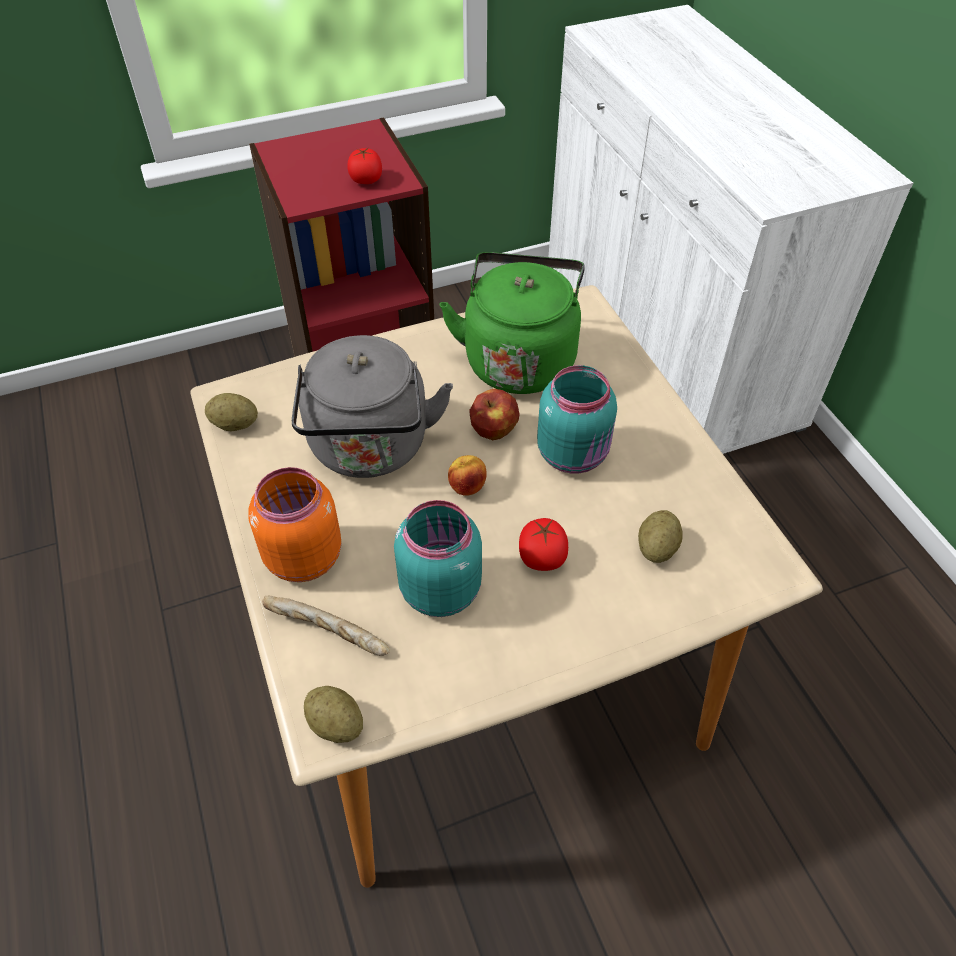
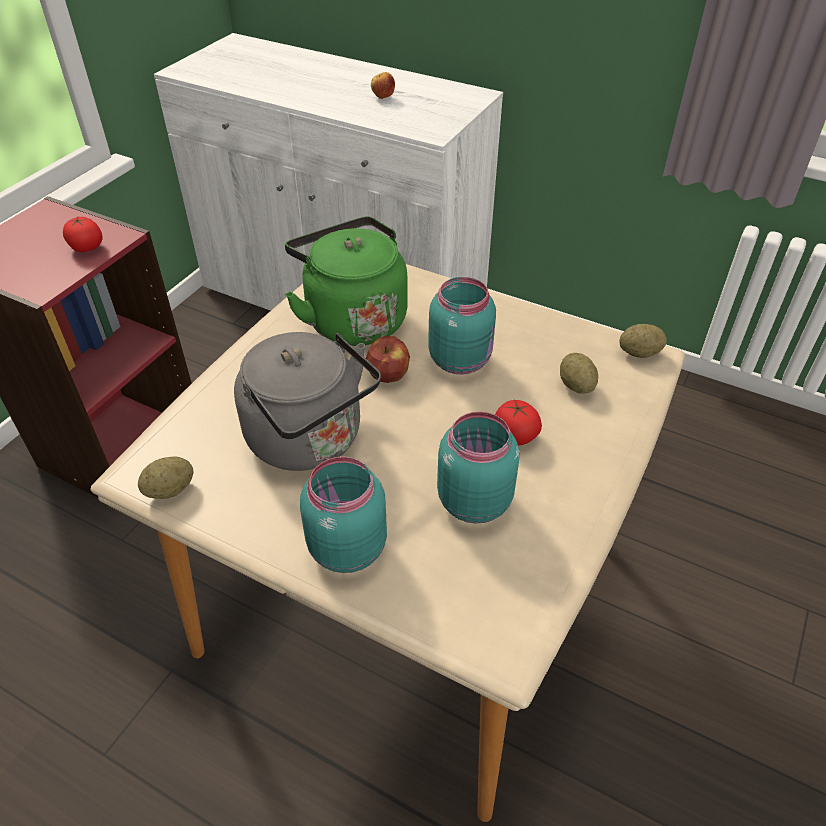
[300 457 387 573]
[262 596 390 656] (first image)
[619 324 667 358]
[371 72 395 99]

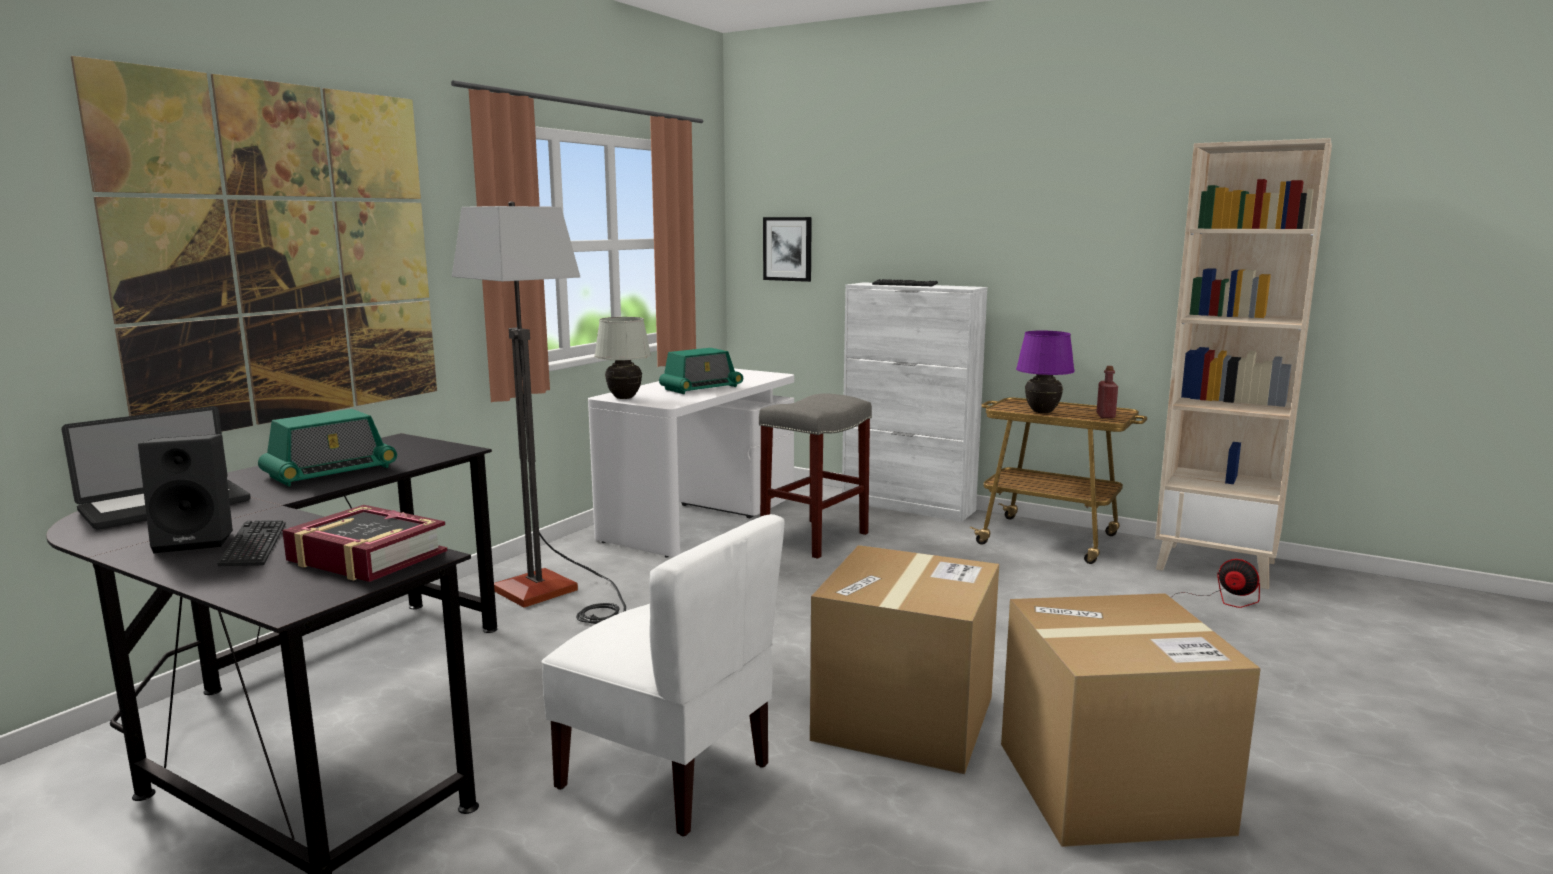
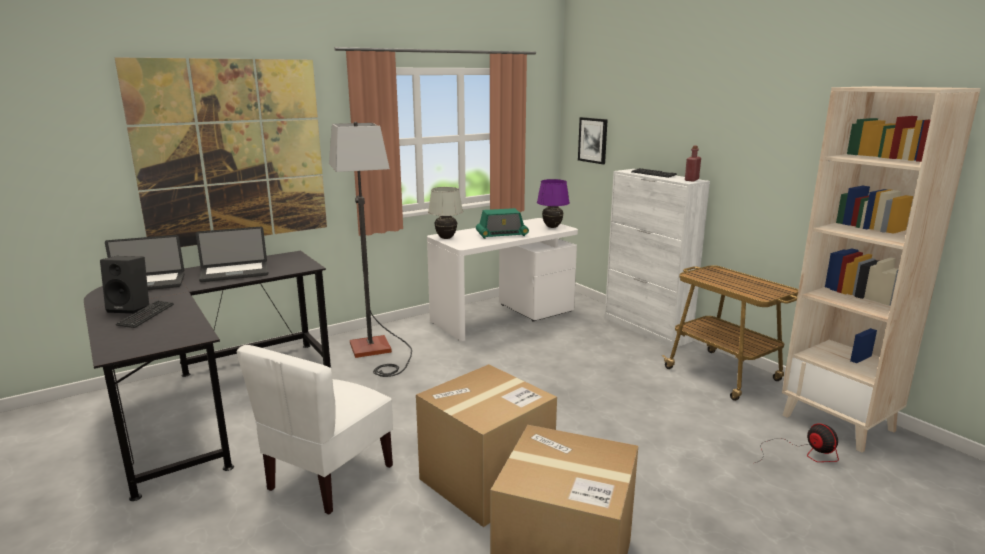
[196 227 269 282]
[282 505 448 582] (first image)
[237 345 393 514]
[759 393 872 559] (first image)
[537 179 570 228]
[685 146 701 182]

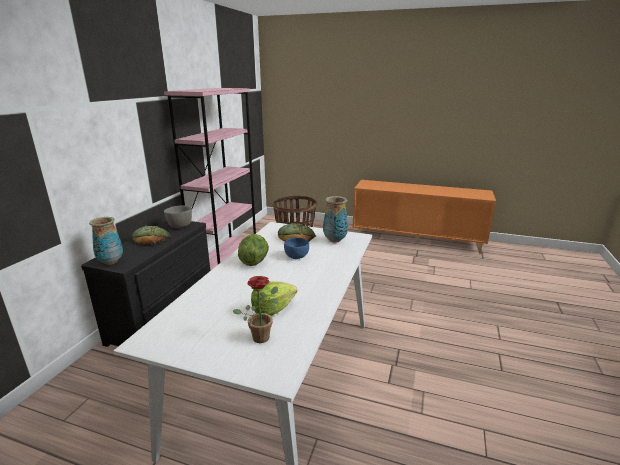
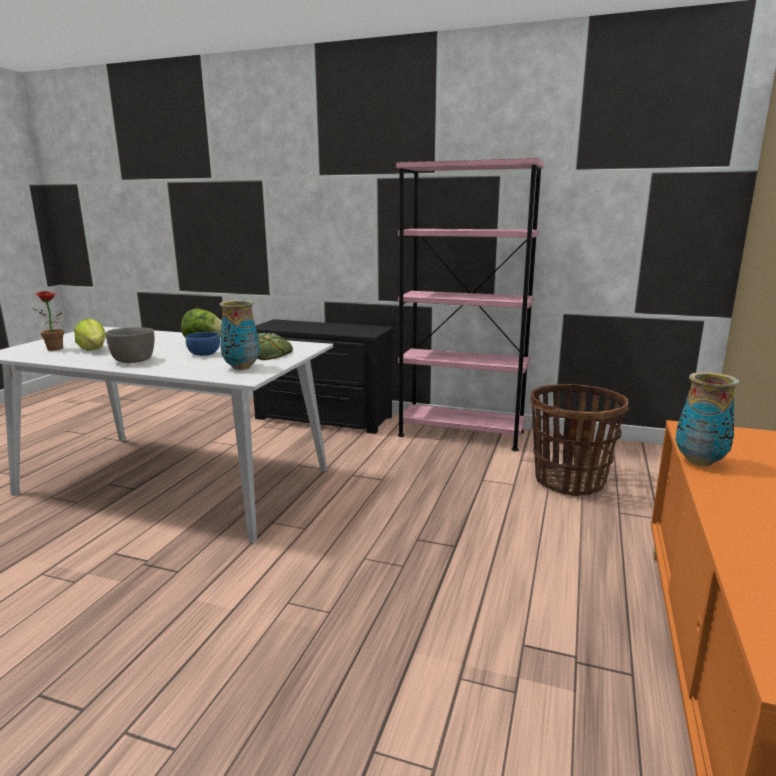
[675 372 739 466]
[132 226 170 245] (first image)
[106 327 154 363]

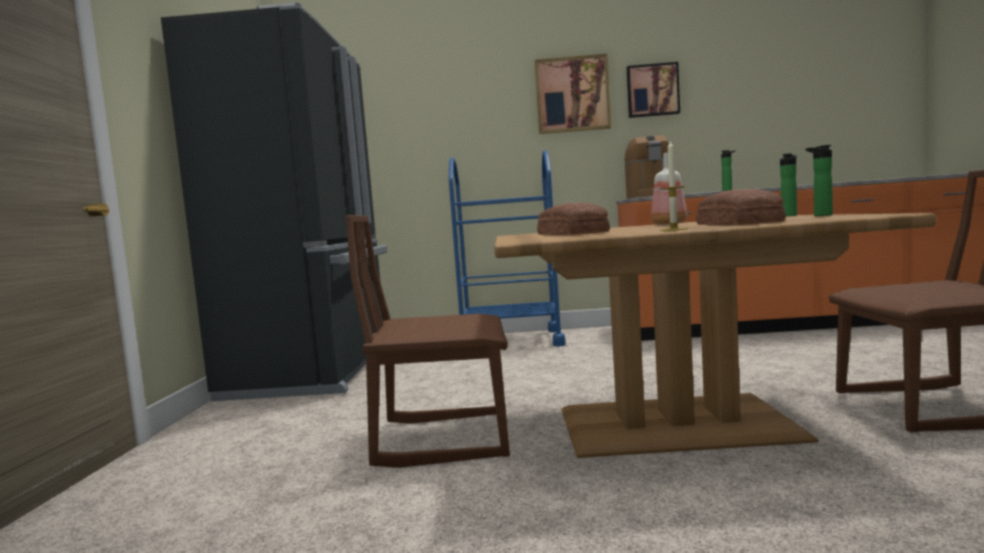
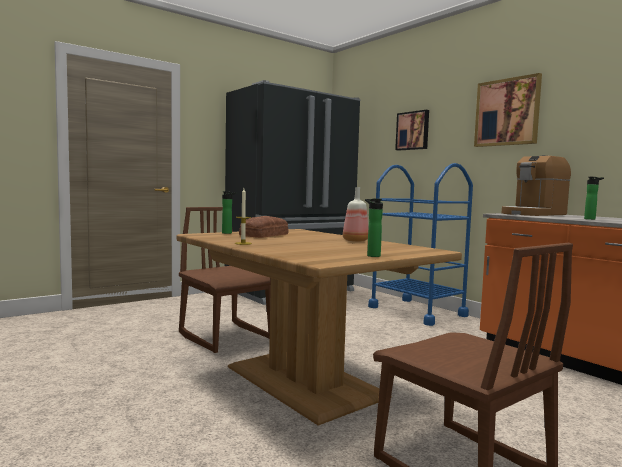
[395 110 429 151]
[696 189 786 225] (first image)
[222 191 236 234]

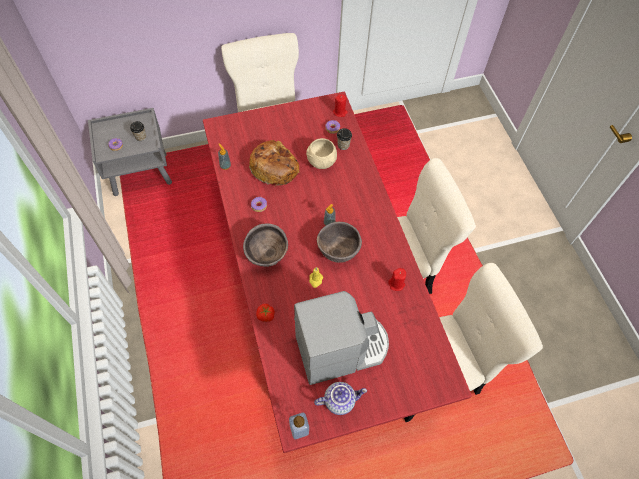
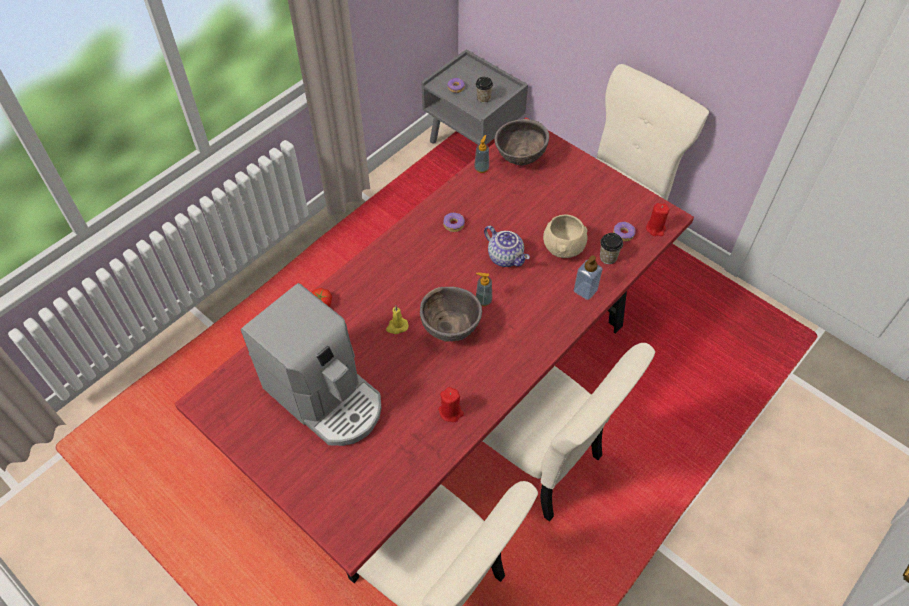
[495 119 549 166]
[249 140 299 186] (first image)
[574 256 603 300]
[484 226 530 267]

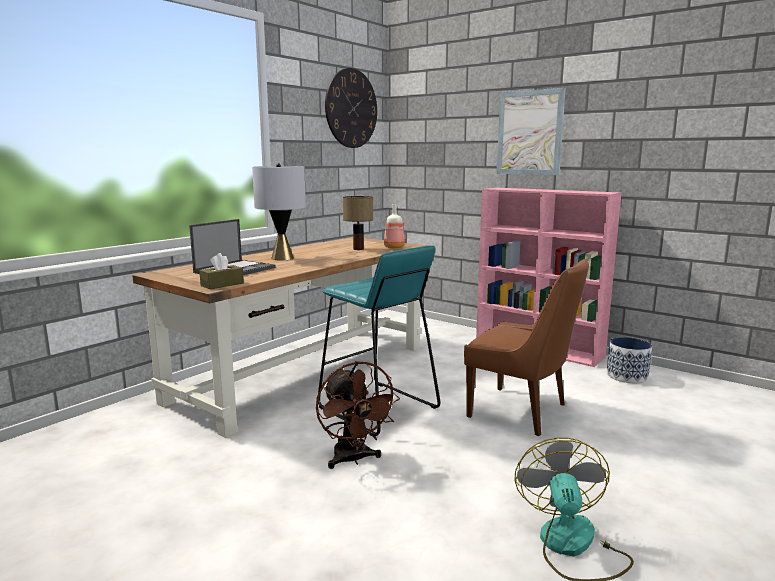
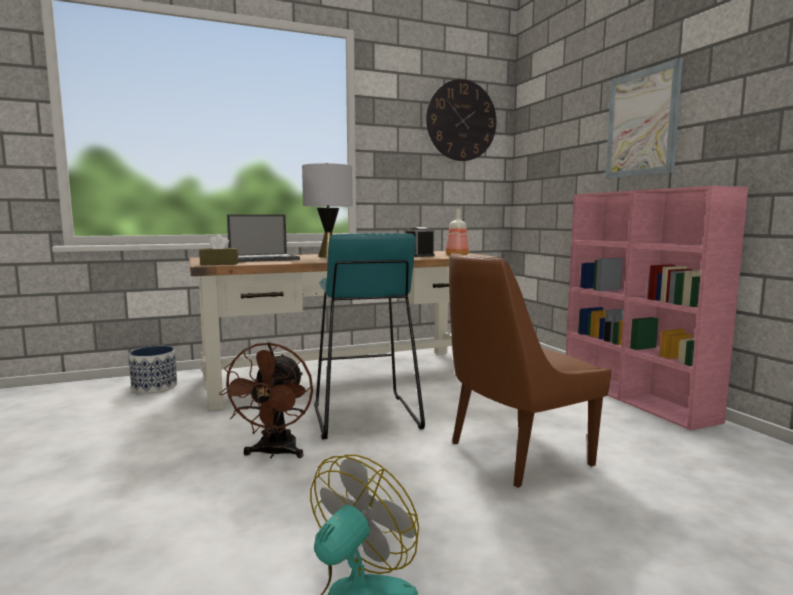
[404 227 435 257]
[449 253 611 488]
[129 346 177 394]

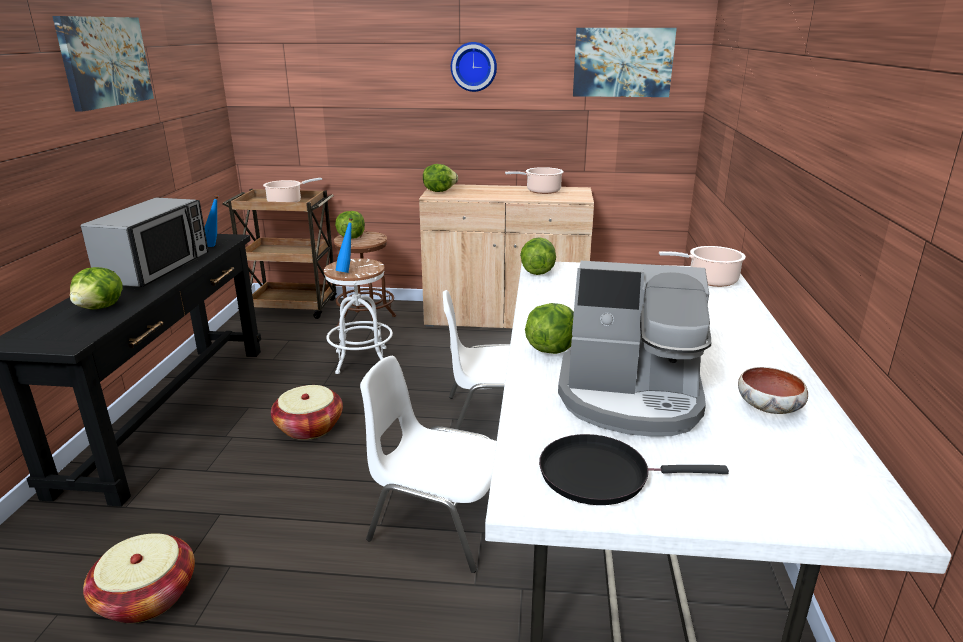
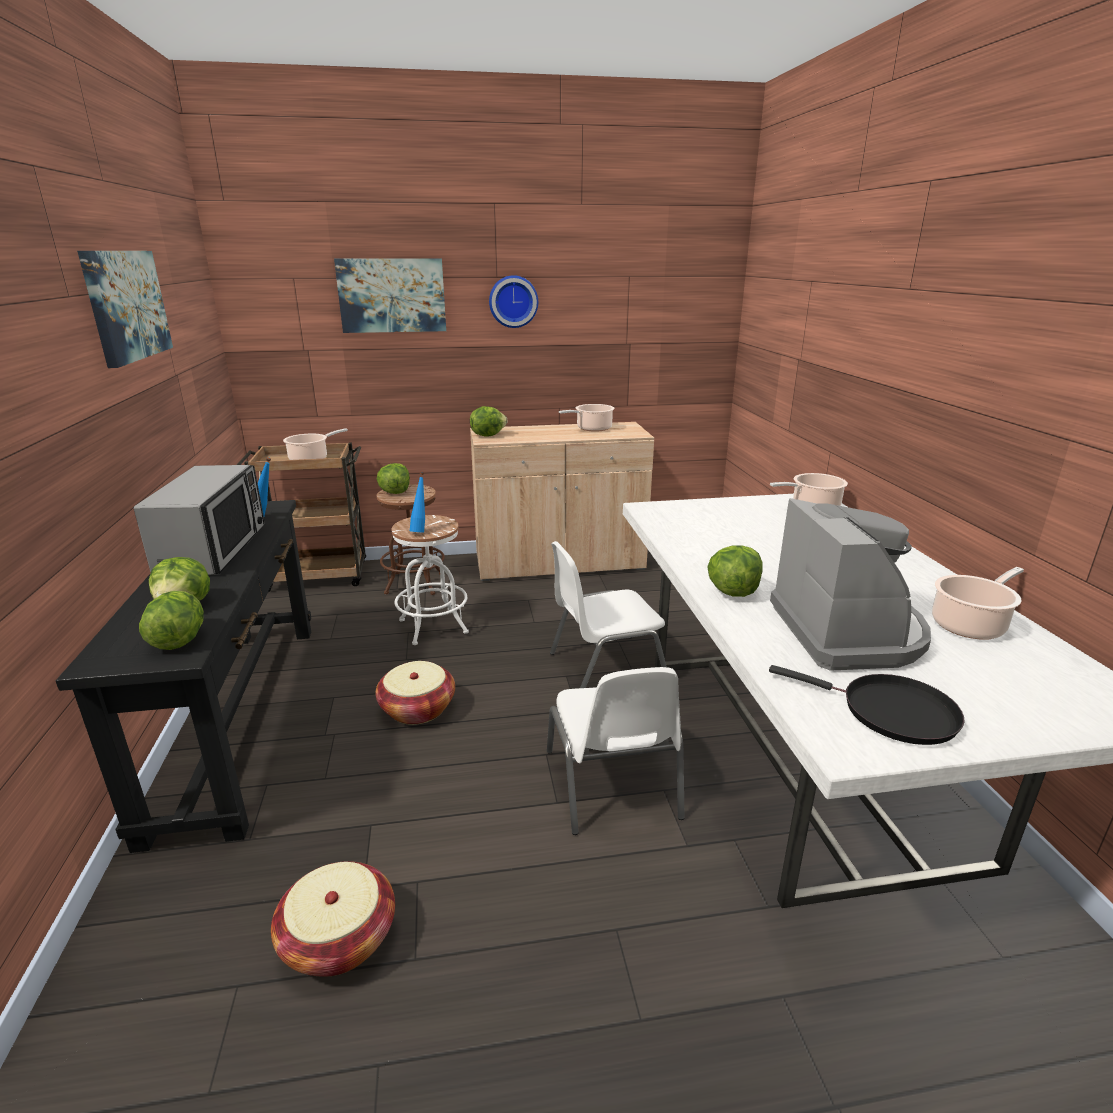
[547 667 685 835]
[139 591 204 650]
[769 665 964 745]
[770 498 931 671]
[334 258 446 333]
[932 567 1024 640]

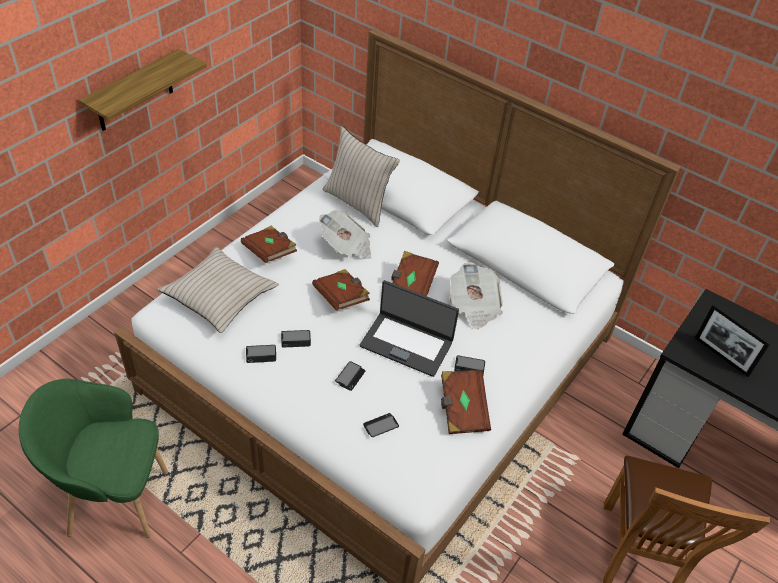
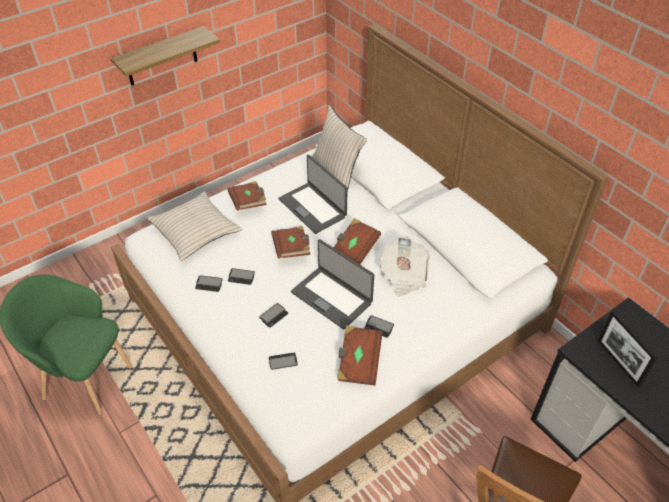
[279 155 348 234]

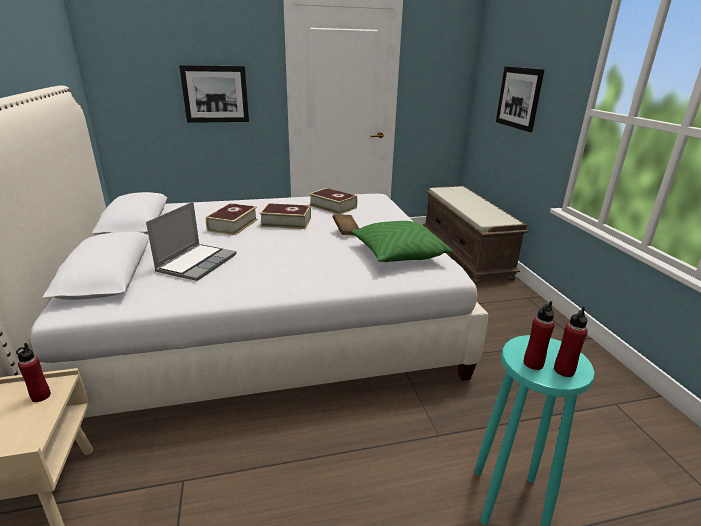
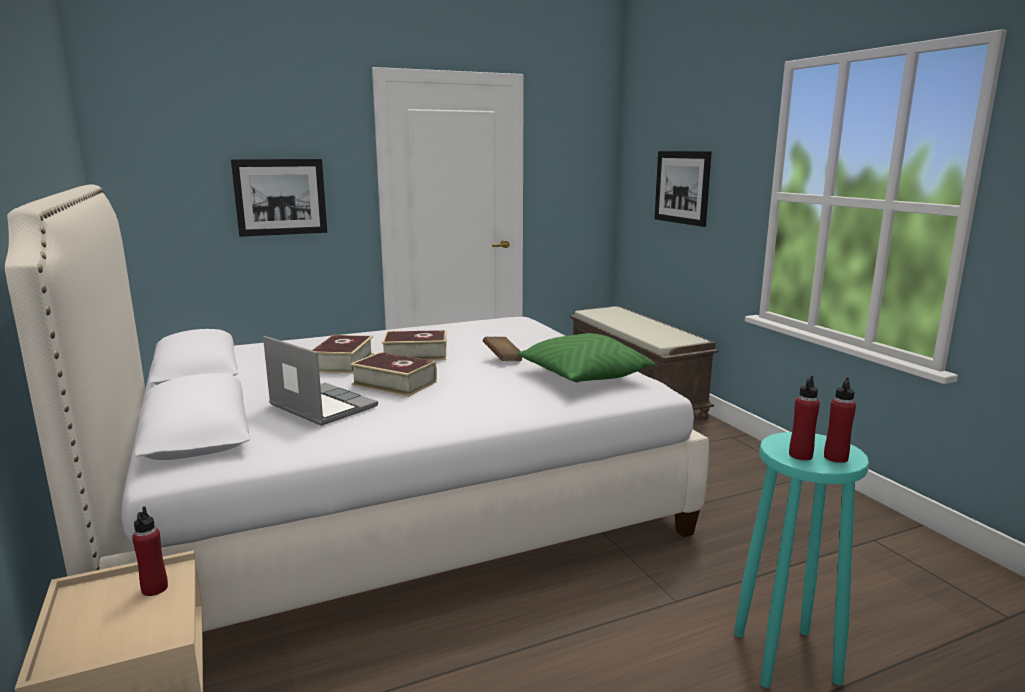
[263 336 378 426]
[350 352 437 397]

